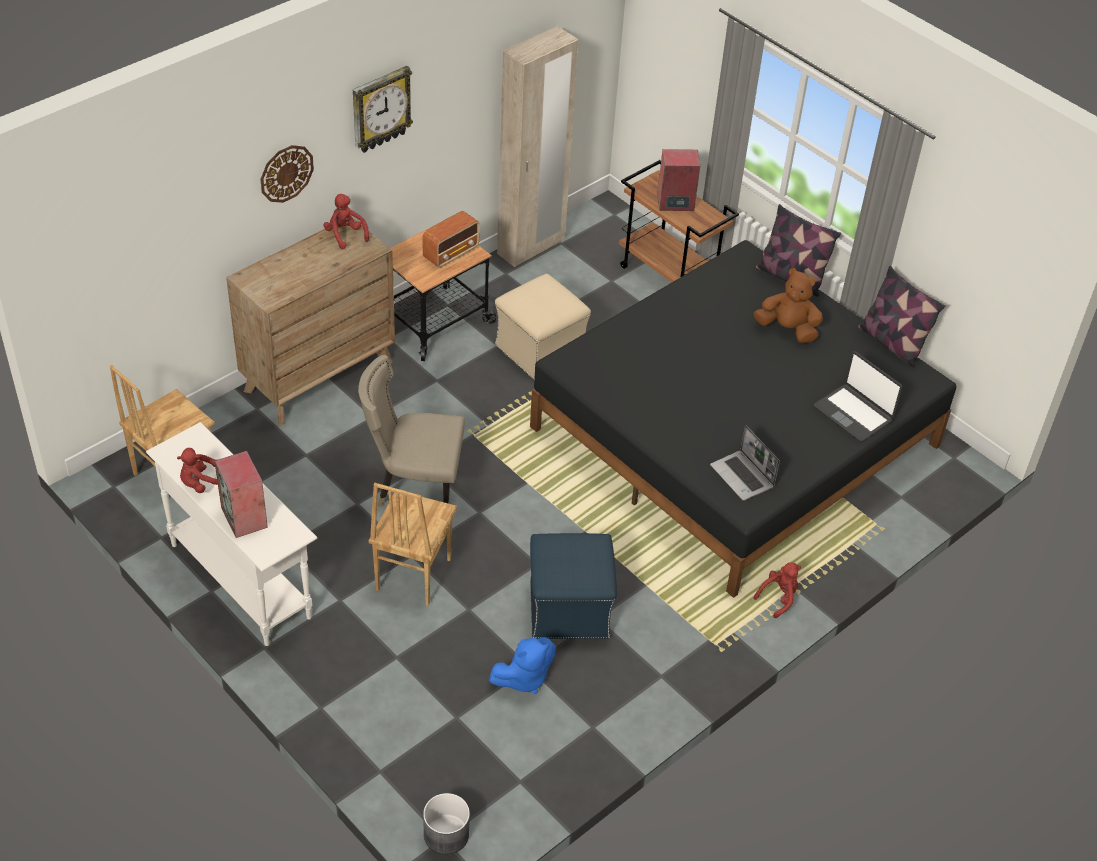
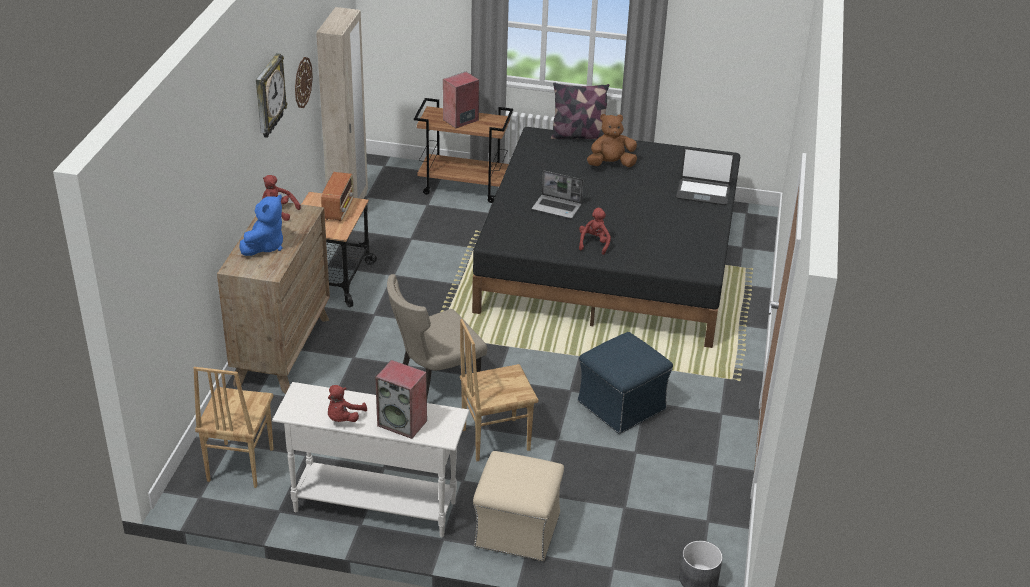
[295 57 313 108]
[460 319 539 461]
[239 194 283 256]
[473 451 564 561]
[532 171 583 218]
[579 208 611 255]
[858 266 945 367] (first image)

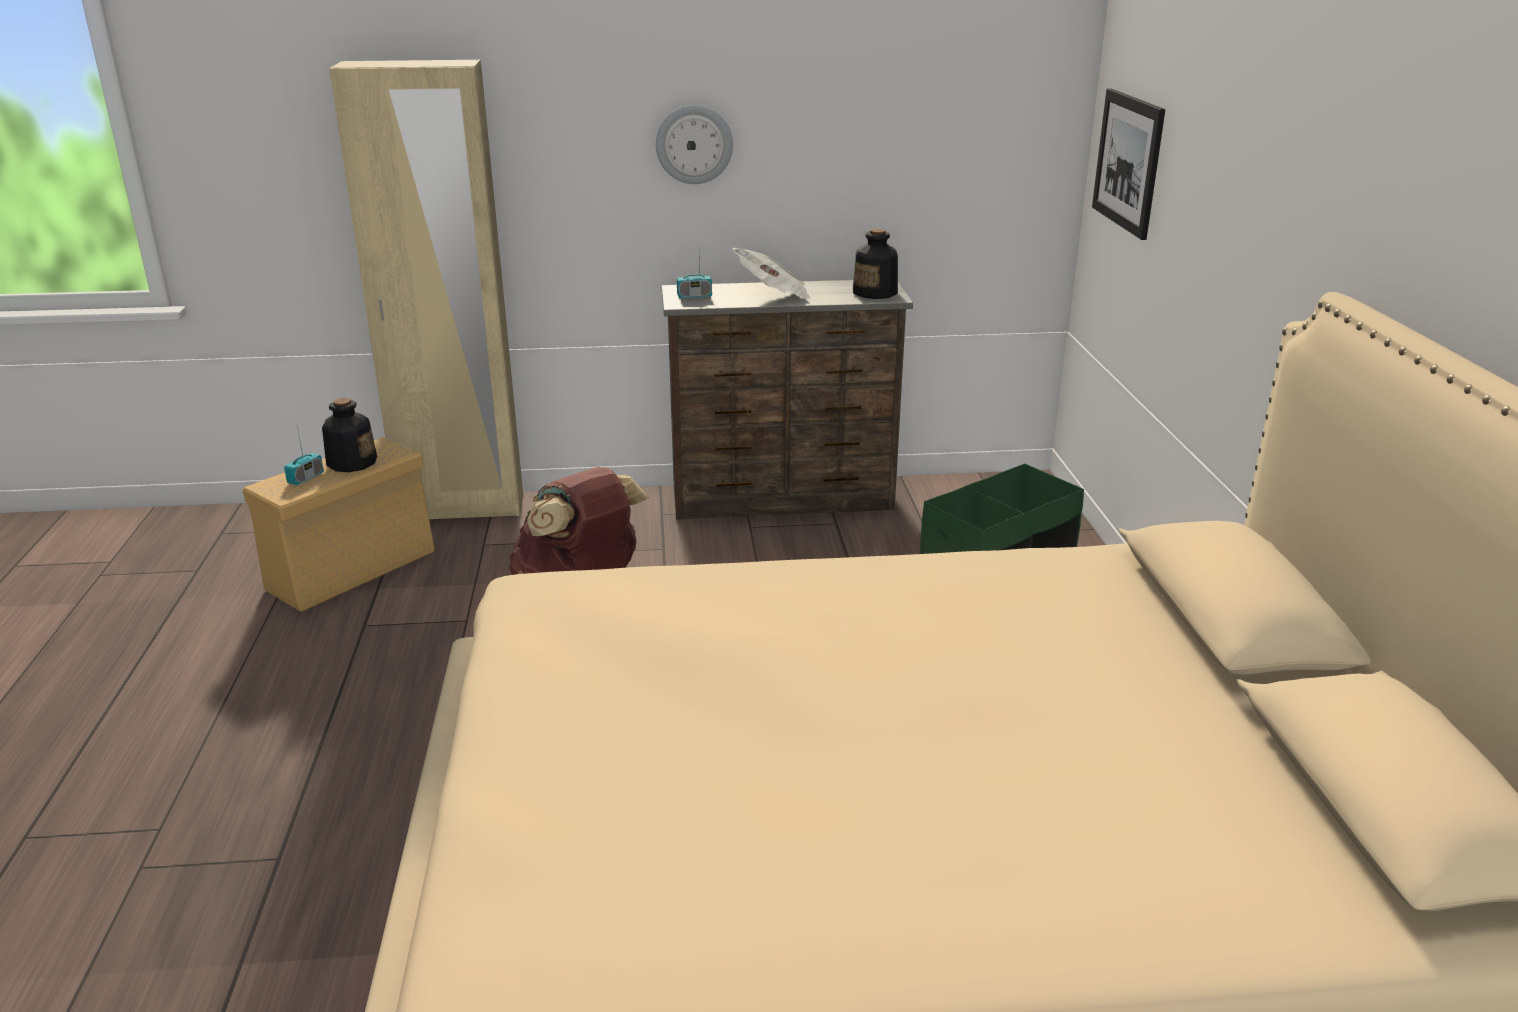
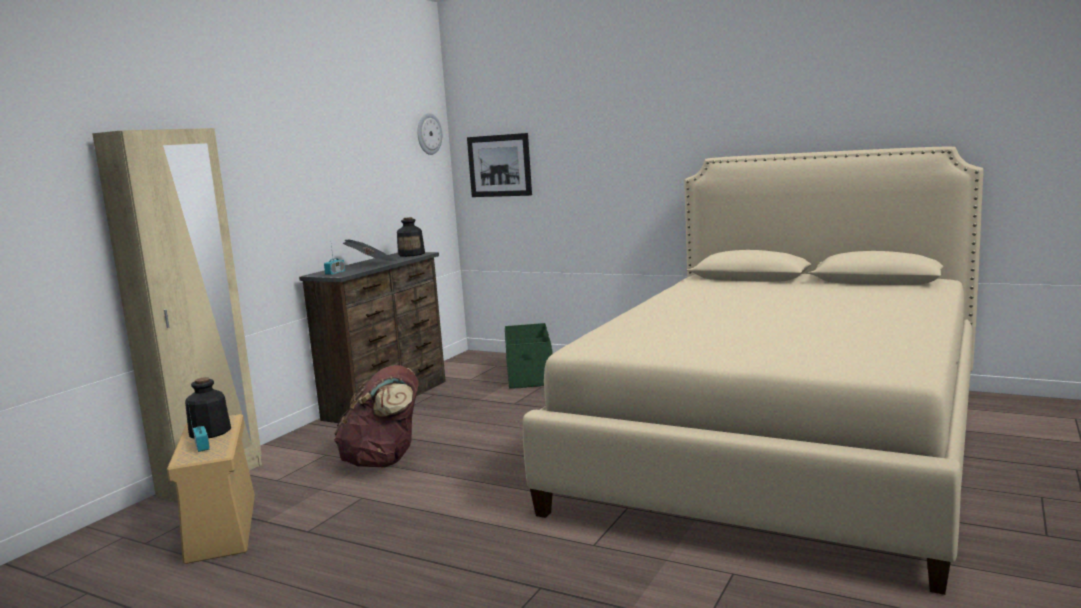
[417 113 442 155]

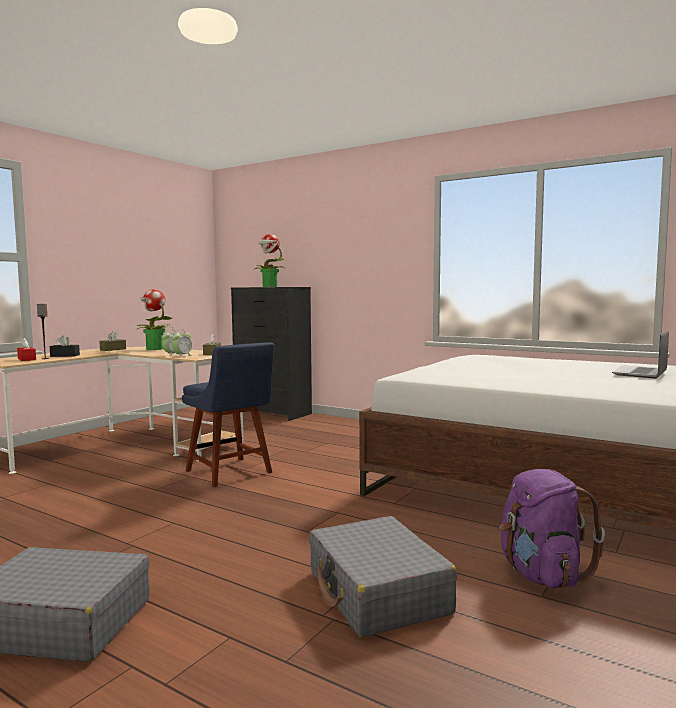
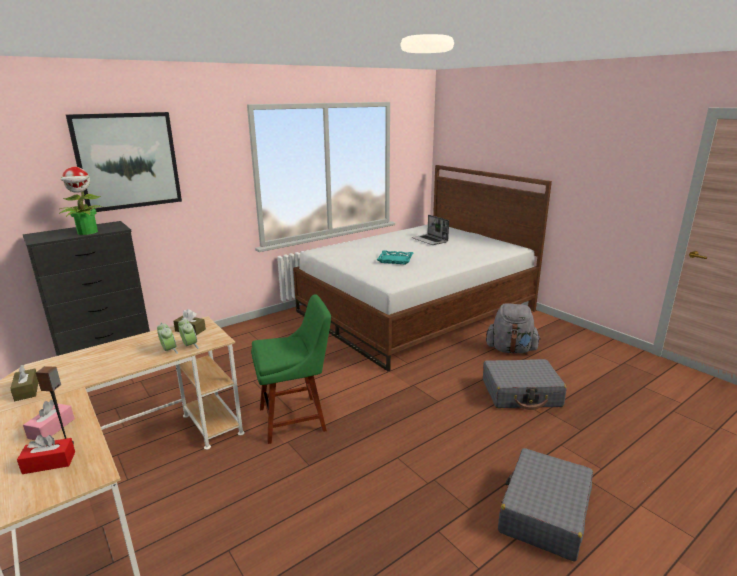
[23 400 75 440]
[137 289 173 350] (first image)
[251 294 331 444]
[486 303 541 353]
[66 112 182 212]
[377 250 413 265]

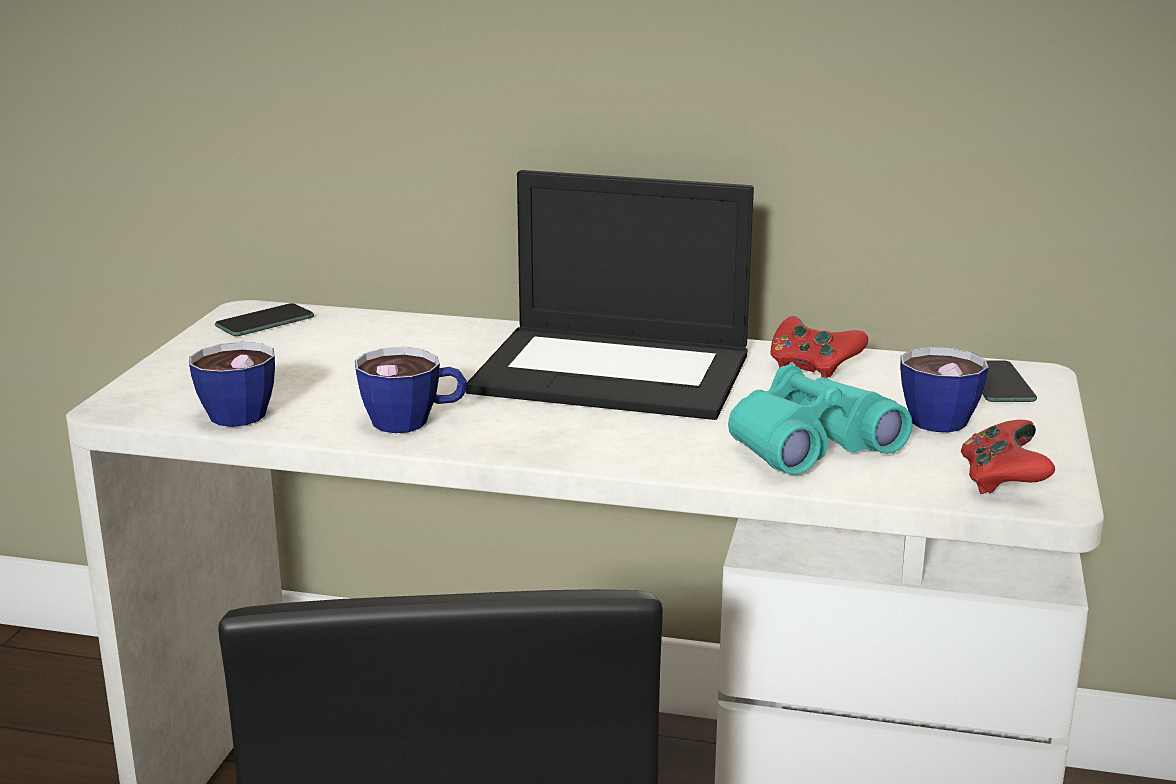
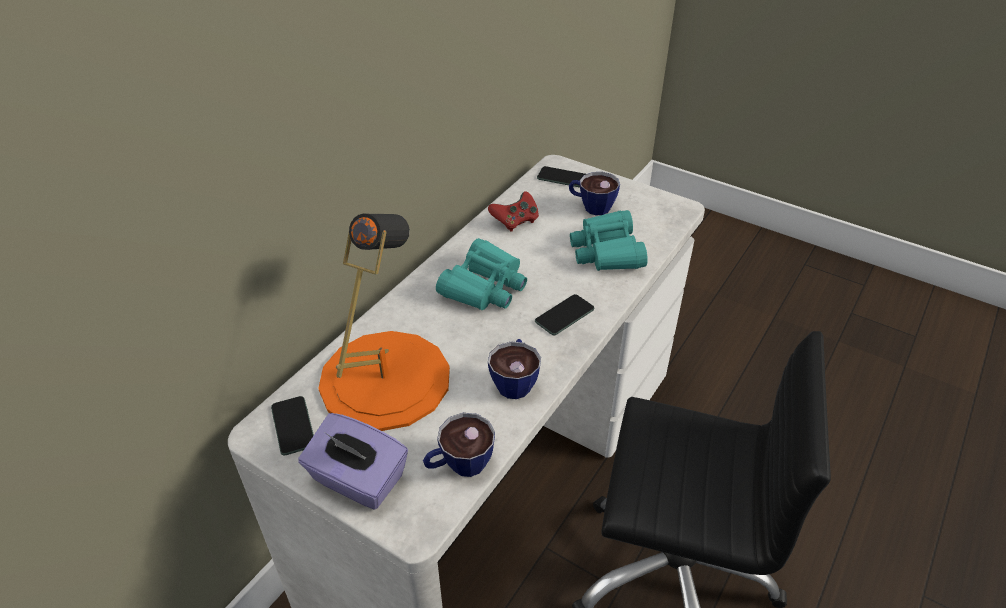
[436 238 527 310]
[961 419 1055 494] (first image)
[298 413 408 510]
[318 214 450 431]
[535 294 595 335]

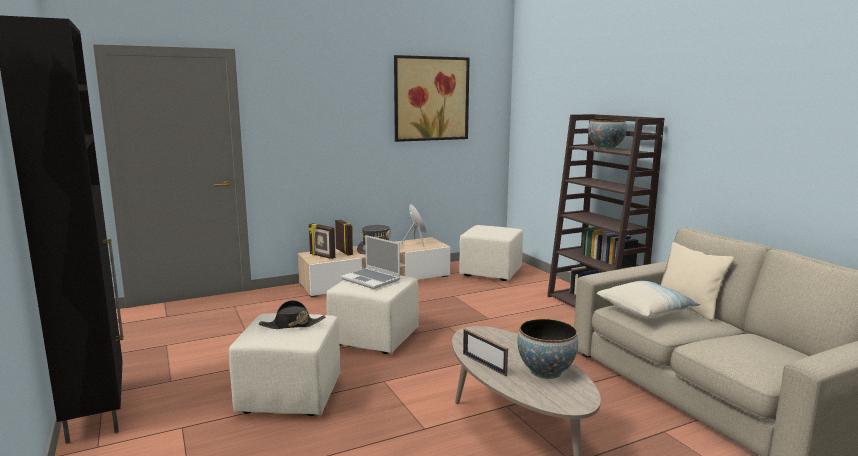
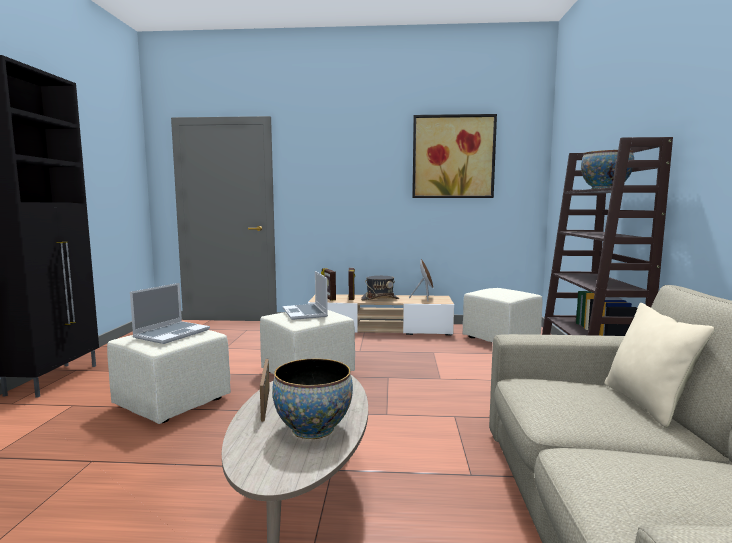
[130 283 210 344]
[597 281 700 319] (first image)

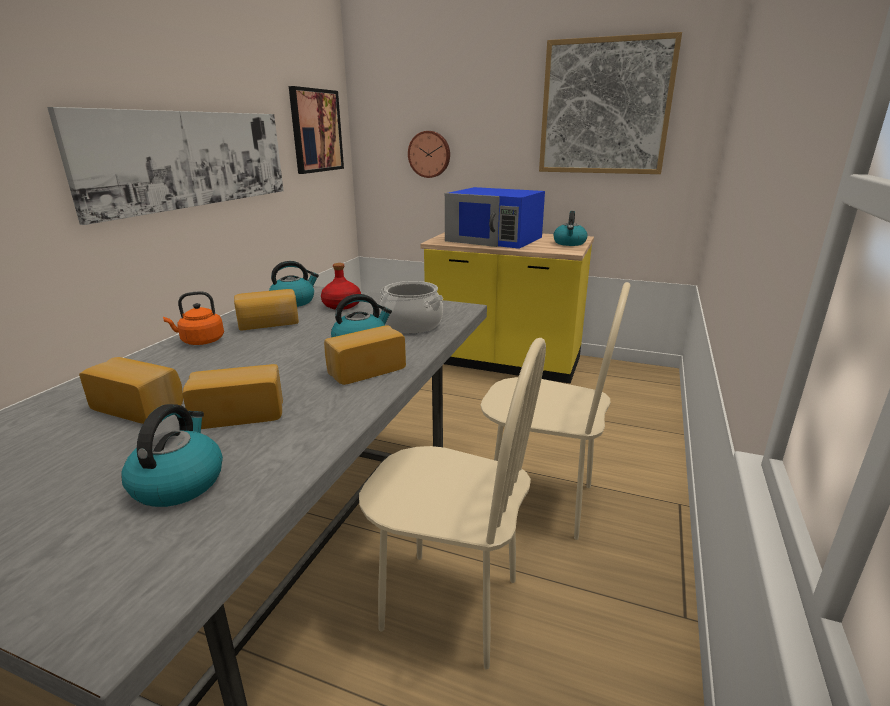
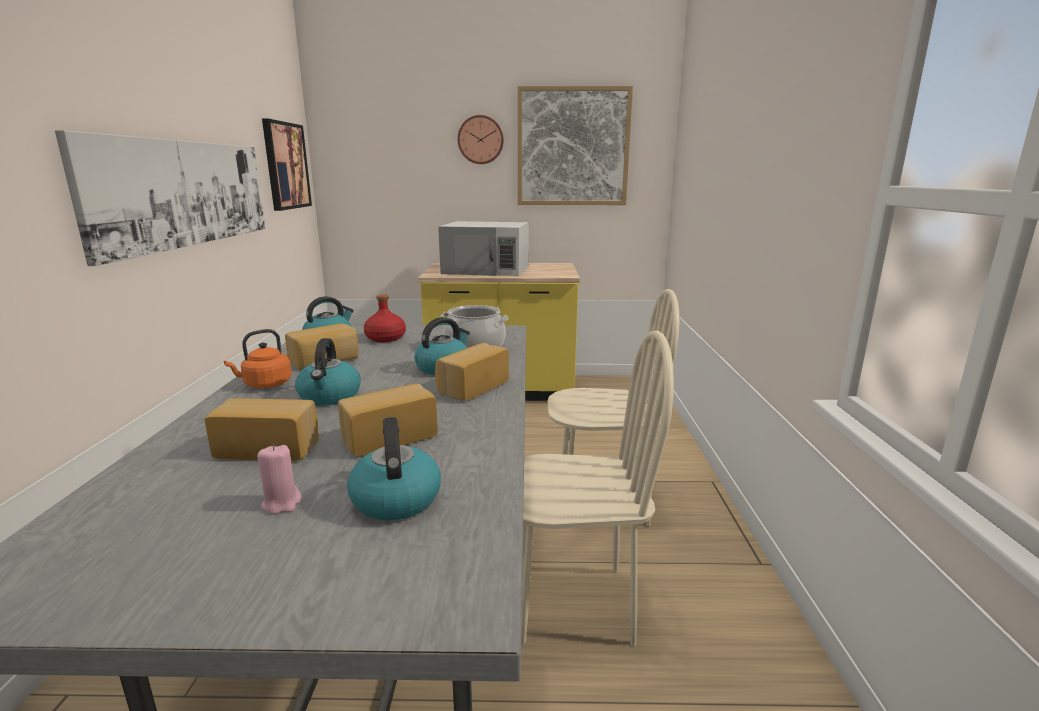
[457 115 504 164]
[438 221 529 276]
[295 338 361 405]
[257 445 302 514]

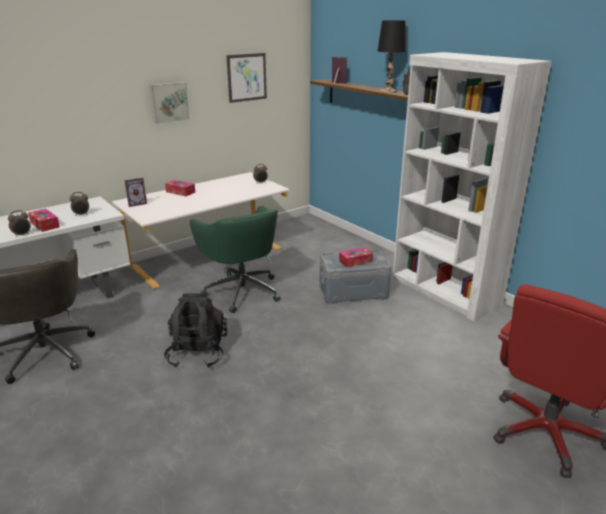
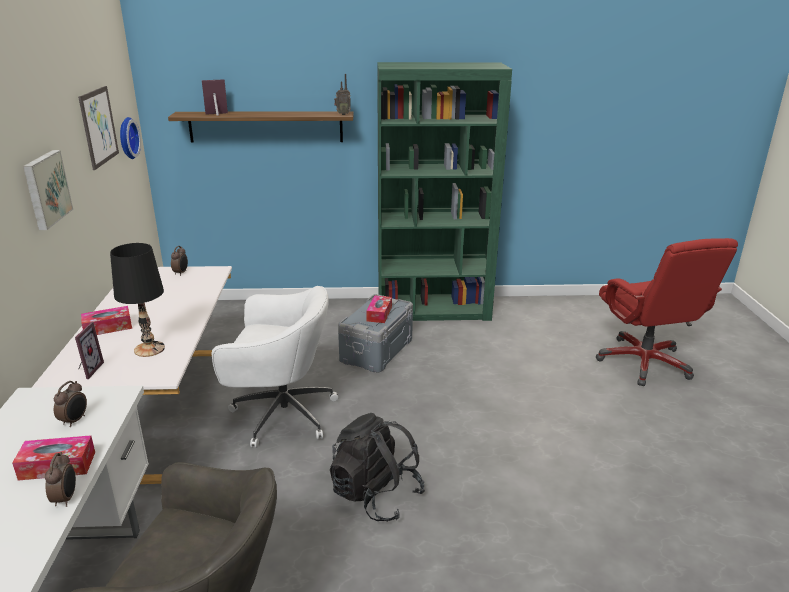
[211 286 338 448]
[110 243 165 357]
[377 62 512 321]
[120 117 141 159]

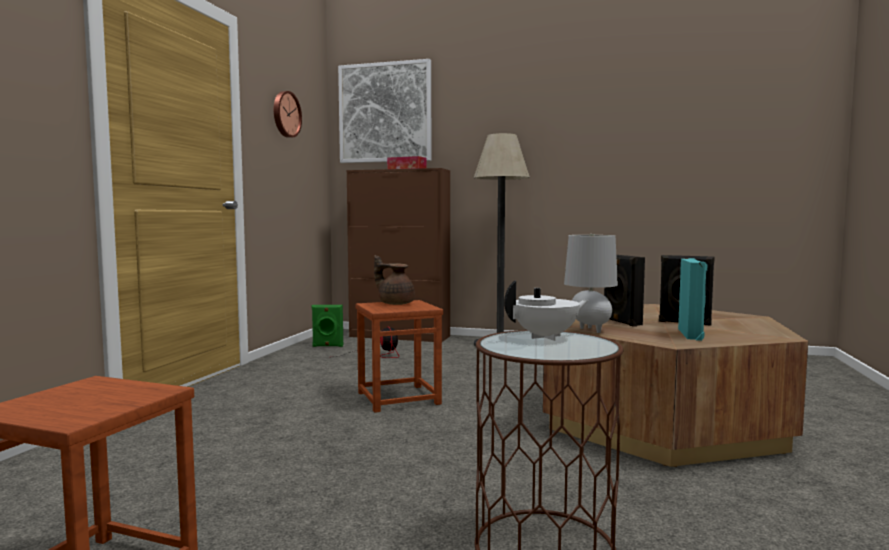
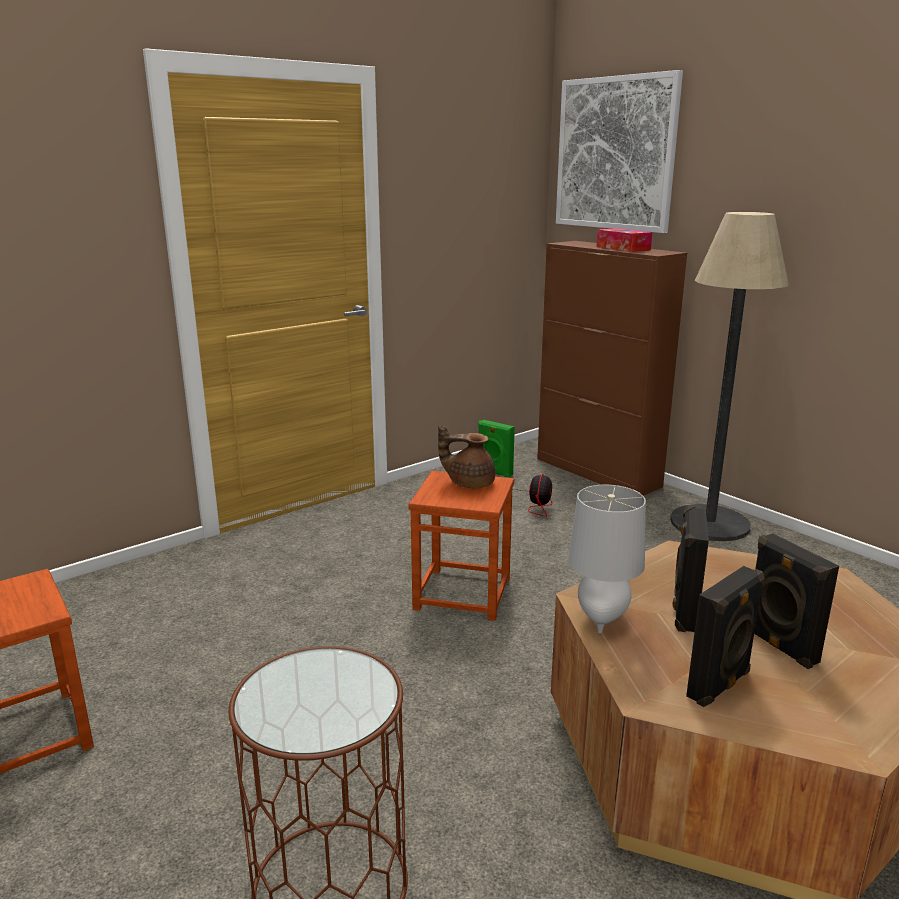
[274 91 302 138] (first image)
[438 425 495 488]
[504 280 589 341] (first image)
[686 566 764 707]

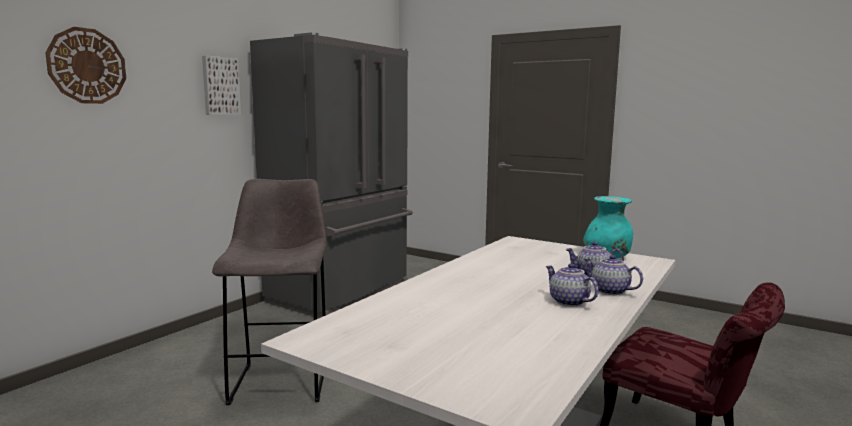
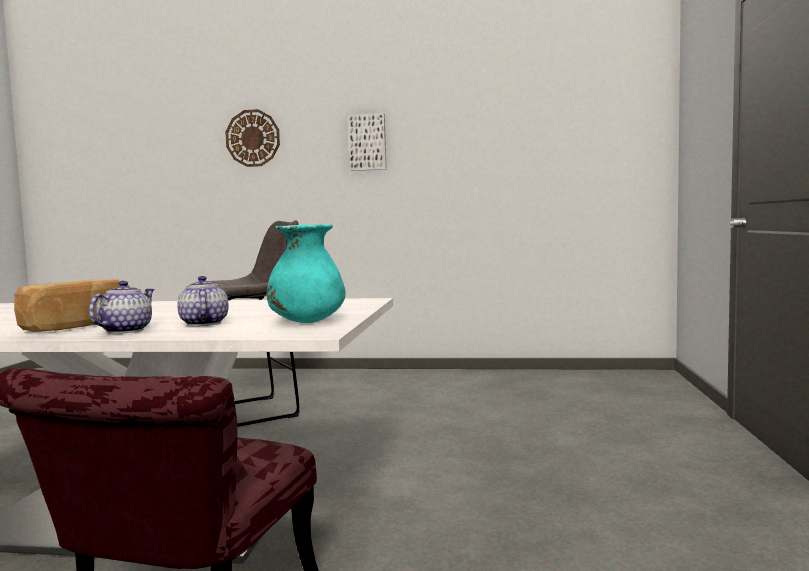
[250 32 413 318] (first image)
[14 279 129 332]

